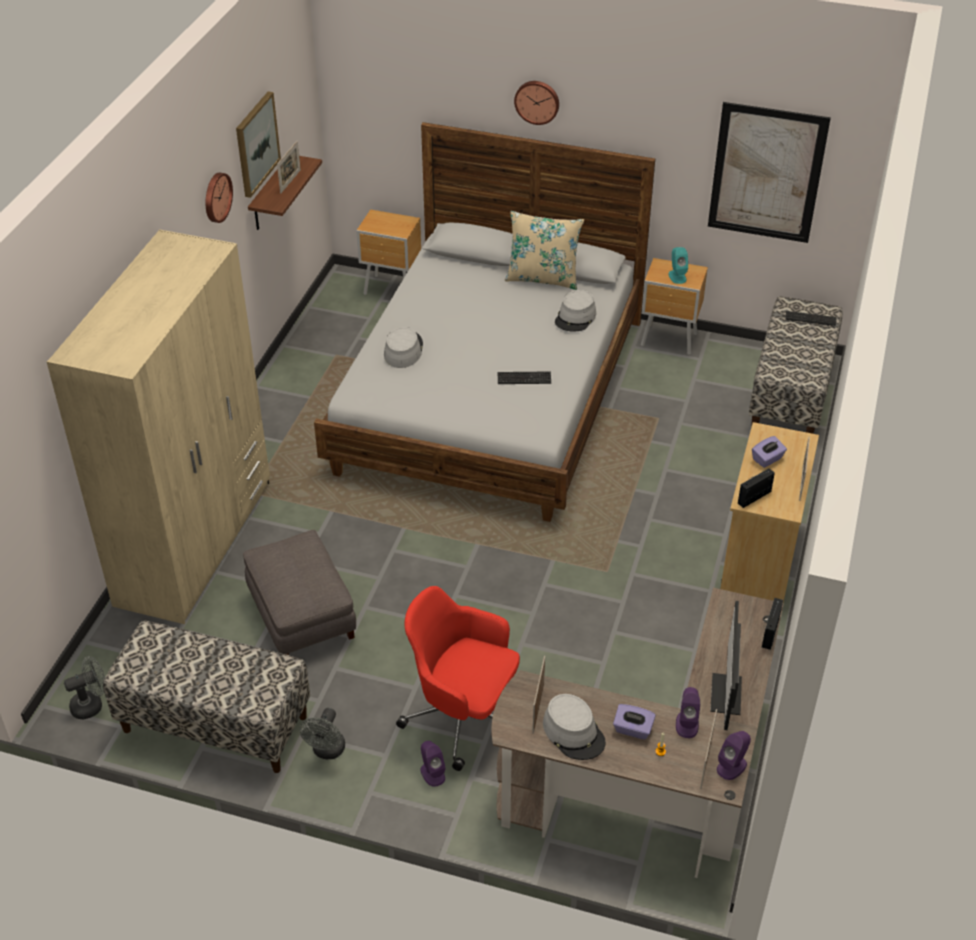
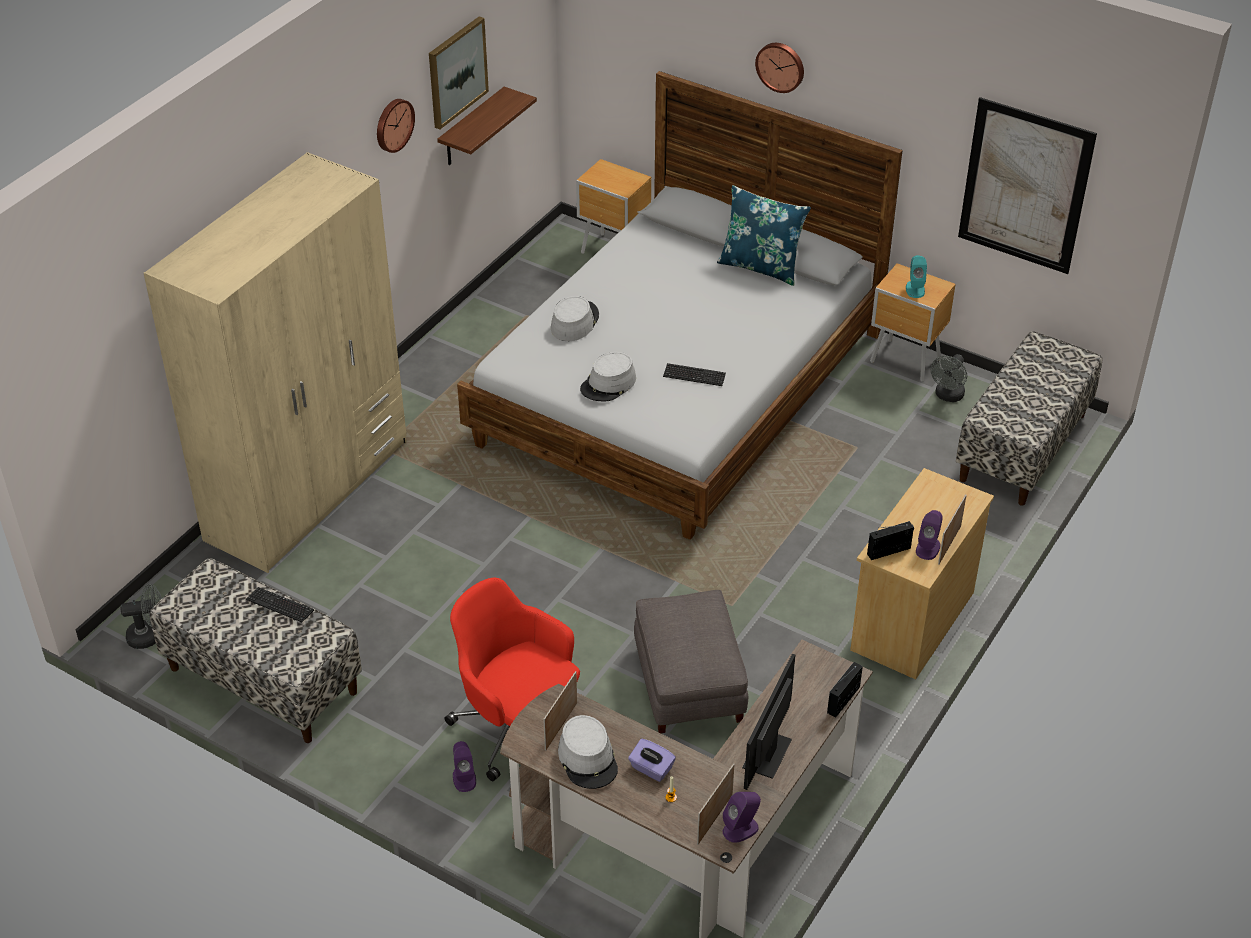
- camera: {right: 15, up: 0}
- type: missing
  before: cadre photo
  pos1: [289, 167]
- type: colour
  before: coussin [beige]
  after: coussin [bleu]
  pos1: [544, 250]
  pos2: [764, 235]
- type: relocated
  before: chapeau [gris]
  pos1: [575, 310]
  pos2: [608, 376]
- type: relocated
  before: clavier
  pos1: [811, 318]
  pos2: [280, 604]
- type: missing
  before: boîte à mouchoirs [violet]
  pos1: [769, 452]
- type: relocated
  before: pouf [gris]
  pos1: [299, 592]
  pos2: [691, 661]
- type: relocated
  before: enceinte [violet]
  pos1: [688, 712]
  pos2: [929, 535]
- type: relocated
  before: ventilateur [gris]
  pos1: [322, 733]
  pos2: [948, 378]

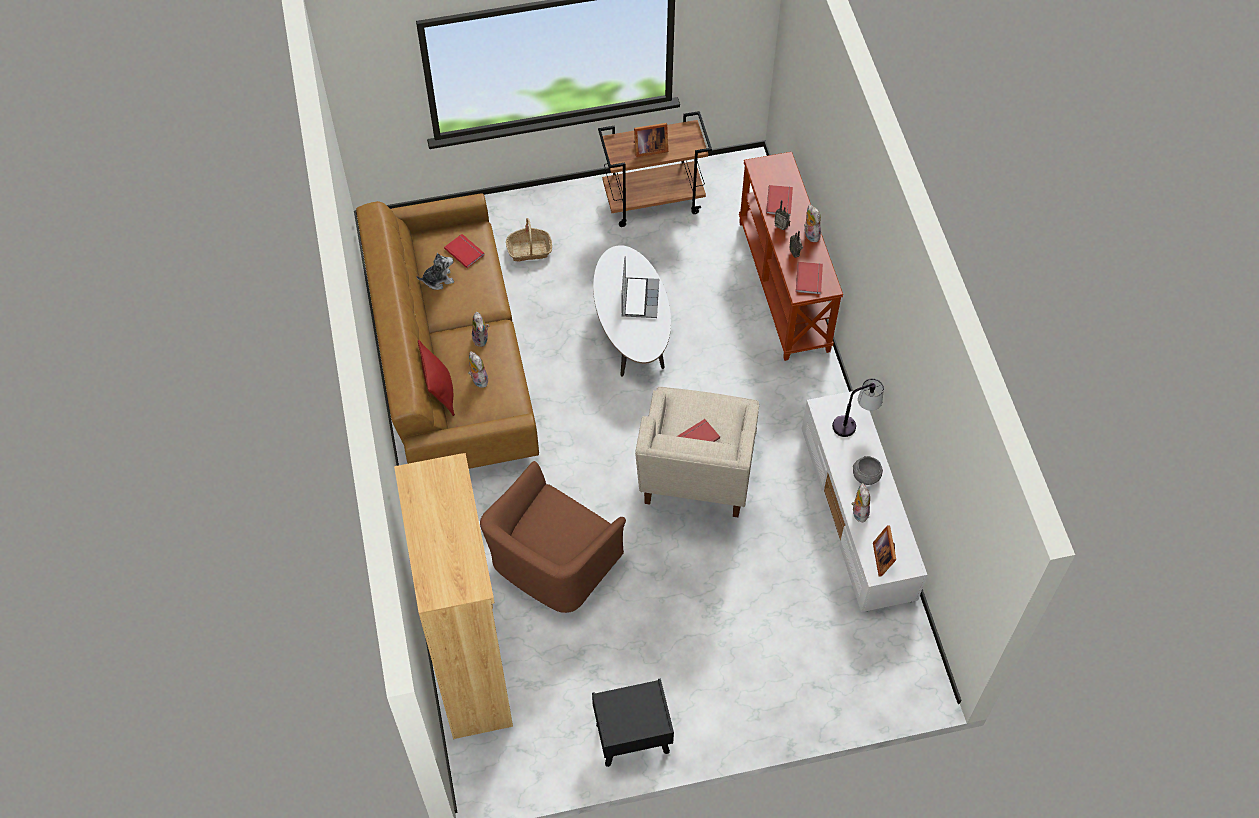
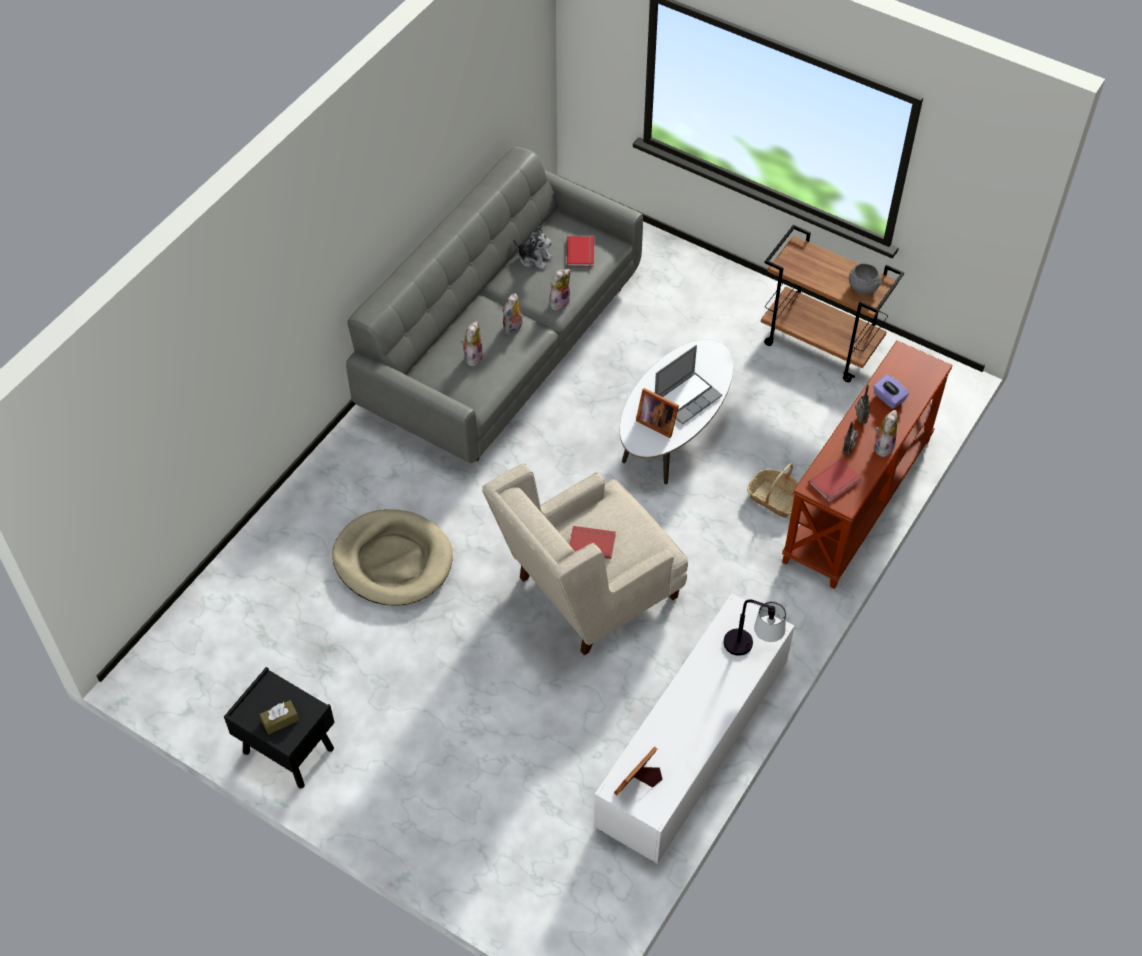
- camera: {right: 45, up: -5}
- type: relocated
  before: cadre photo
  pos1: [651, 140]
  pos2: [657, 413]
- type: exchanged
  before: livre [rouge]
  after: boîte à mouchoirs [violet]
  pos1: [779, 200]
  pos2: [891, 391]
- type: colour
  before: canapé [marron]
  after: canapé [gris]
  pos1: [447, 331]
  pos2: [494, 305]
- type: relocated
  before: panier
  pos1: [529, 239]
  pos2: [772, 490]
- type: missing
  before: coussin [rouge]
  pos1: [436, 378]
- type: missing
  before: bibliothèque [marron]
  pos1: [453, 596]
- type: relocated
  before: bol [gris]
  pos1: [868, 470]
  pos2: [865, 279]
- type: exchanged
  before: fauteuil [marron]
  after: panier pour chien [beige]
  pos1: [553, 537]
  pos2: [392, 557]
- type: relocated
  before: peluche
  pos1: [861, 502]
  pos2: [560, 289]
- type: appeared
  after: boîte à mouchoirs [marron]
  pos2: [279, 717]

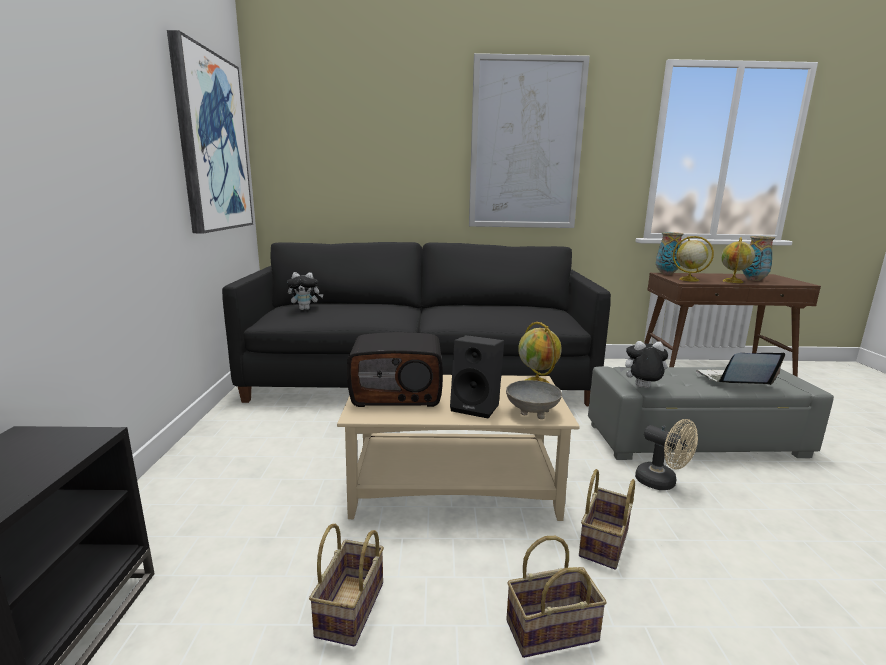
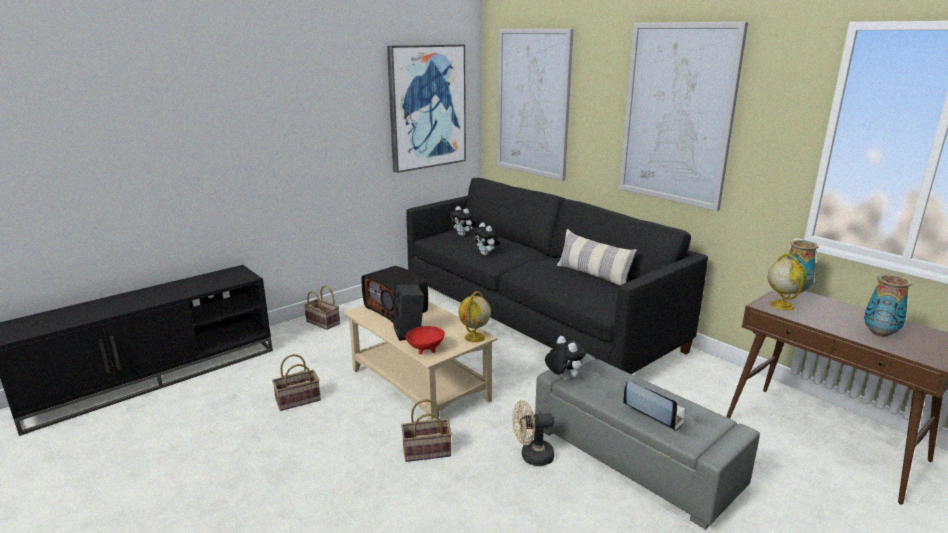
- camera: {right: 50, up: 5}
- type: missing
  before: globe
  pos1: [738, 260]
- type: colour
  before: bol [gris]
  after: bol [rouge]
  pos1: [534, 399]
  pos2: [425, 340]
- type: spun
  before: ventilateur [beige]
  pos1: [666, 454]
  pos2: [533, 433]
  turn: 75
- type: relocated
  before: panier
  pos1: [556, 597]
  pos2: [322, 308]
- type: appeared
  after: tableau
  pos2: [535, 105]
- type: appeared
  after: peluche
  pos2: [486, 239]
- type: appeared
  after: coussin
  pos2: [597, 257]

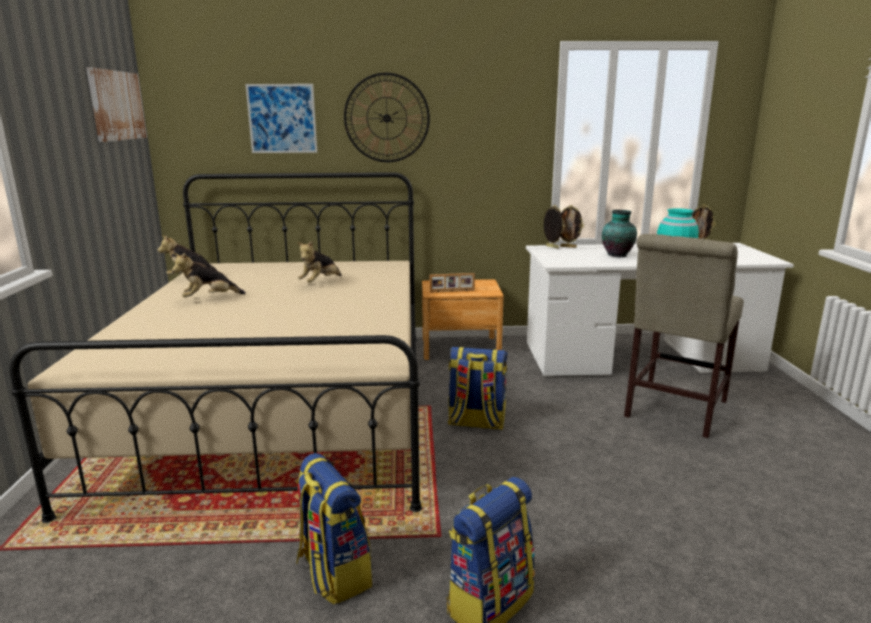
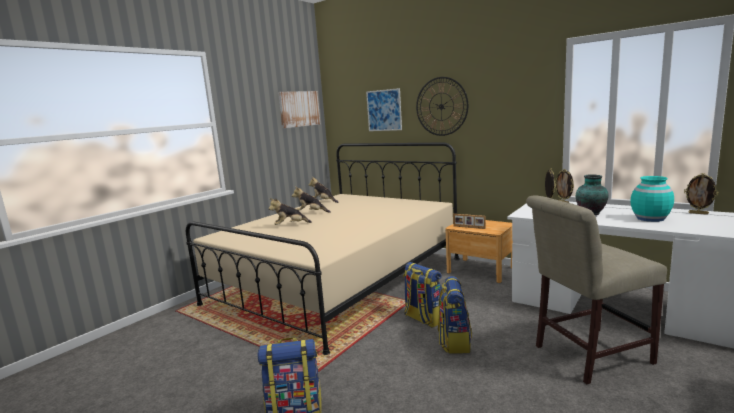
- camera: {right: 40, up: -5}
- type: relocated
  before: peluche
  pos1: [319, 262]
  pos2: [290, 211]
- type: relocated
  before: sac à dos
  pos1: [334, 529]
  pos2: [455, 315]

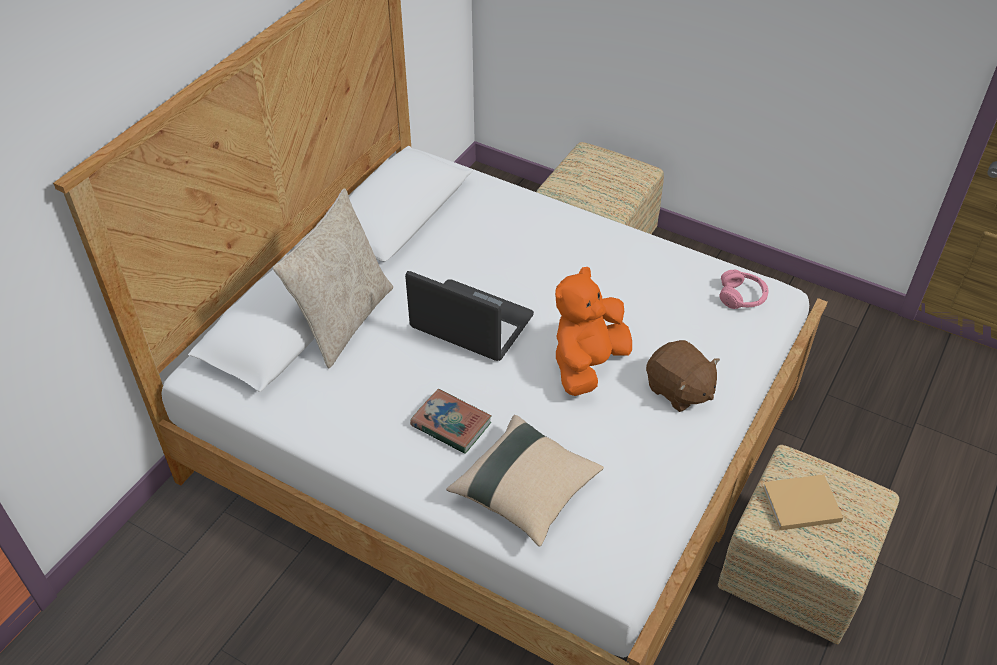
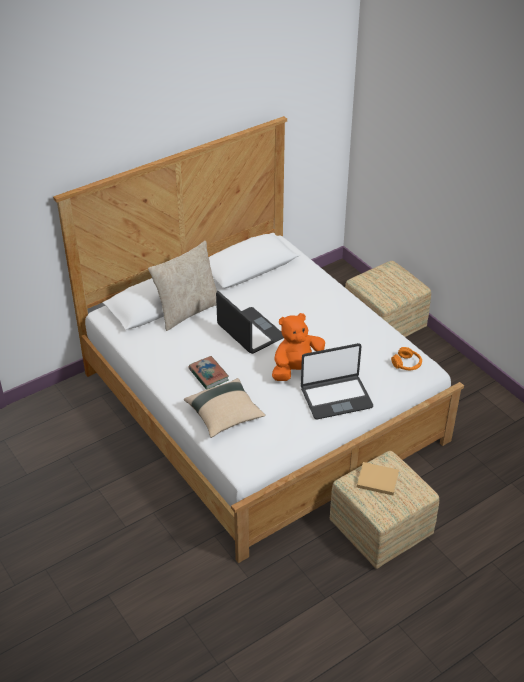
- camera: {right: 25, up: -5}
- type: colour
  before: casque audio [rose]
  after: casque audio [orange]
  pos1: [744, 289]
  pos2: [406, 358]
- type: exchanged
  before: peluche [marron]
  after: ordinateur portable
  pos1: [683, 376]
  pos2: [337, 381]

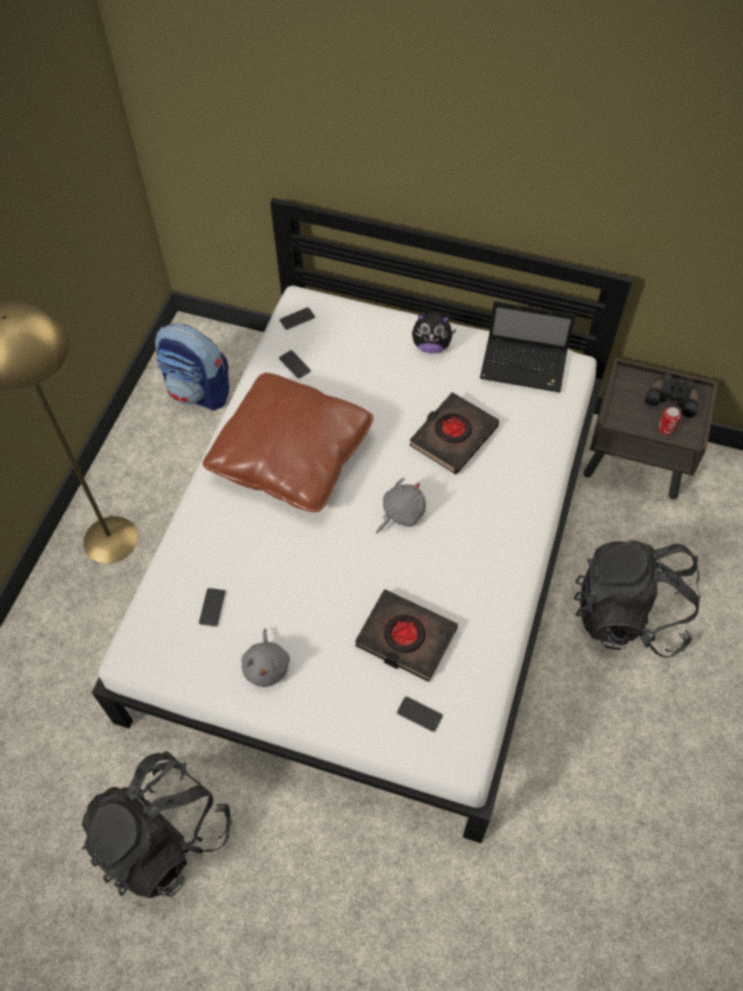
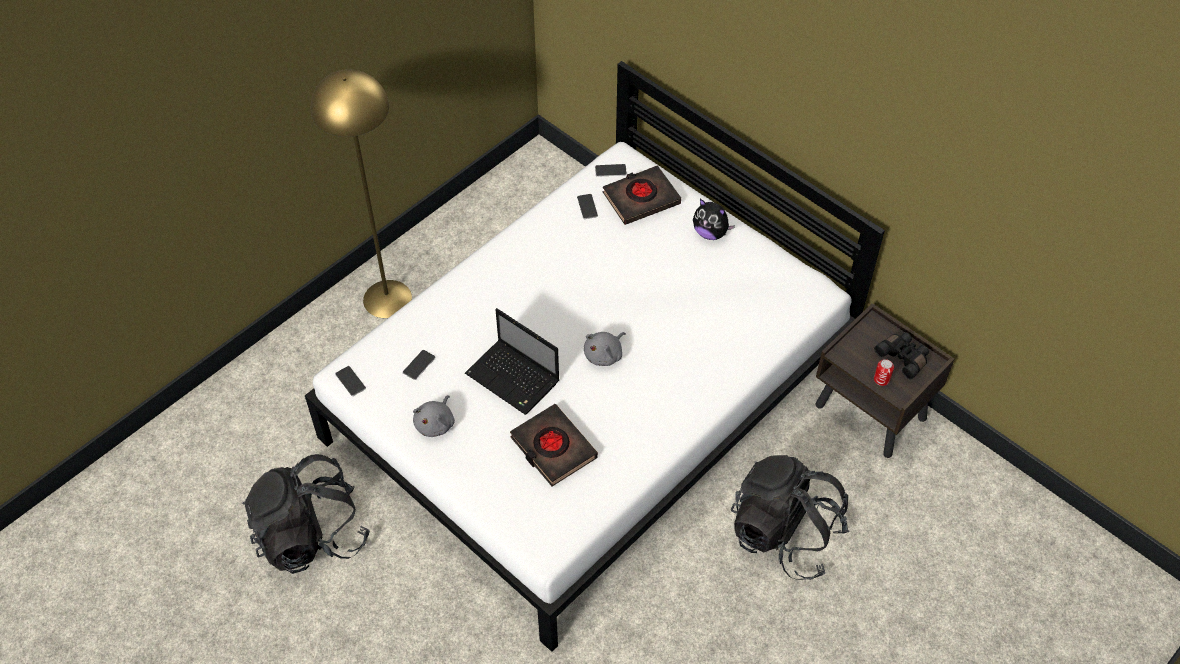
- camera: {right: 25, up: -5}
- type: relocated
  before: ordinateur portable
  pos1: [528, 347]
  pos2: [512, 361]
- type: missing
  before: sac à dos
  pos1: [192, 366]
- type: missing
  before: coussin [marron]
  pos1: [288, 442]
- type: relocated
  before: livre [noir]
  pos1: [454, 433]
  pos2: [641, 195]
- type: spun
  before: peluche [gris]
  pos1: [401, 506]
  pos2: [605, 349]
  turn: 150
- type: relocated
  before: téléphone
  pos1: [420, 714]
  pos2: [350, 381]

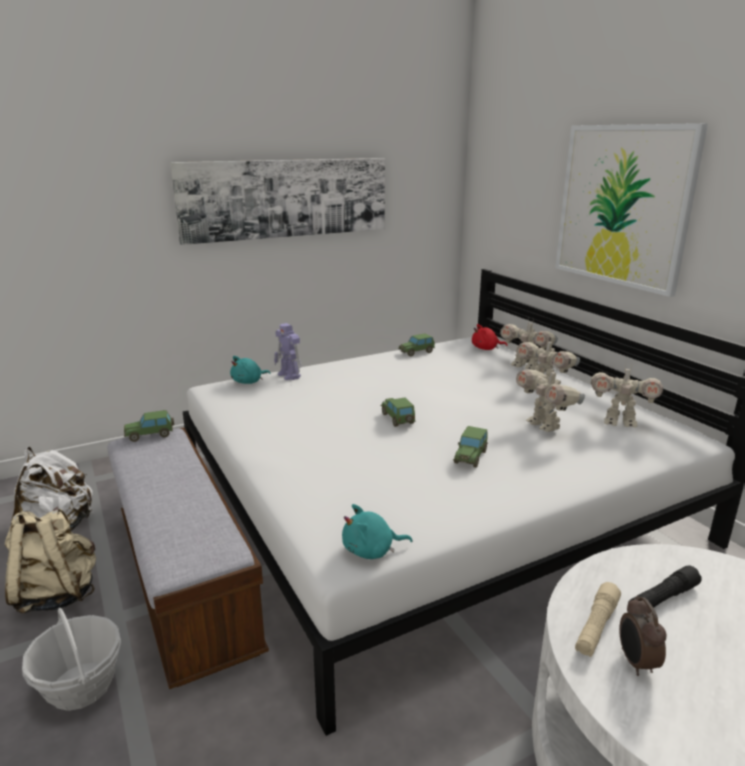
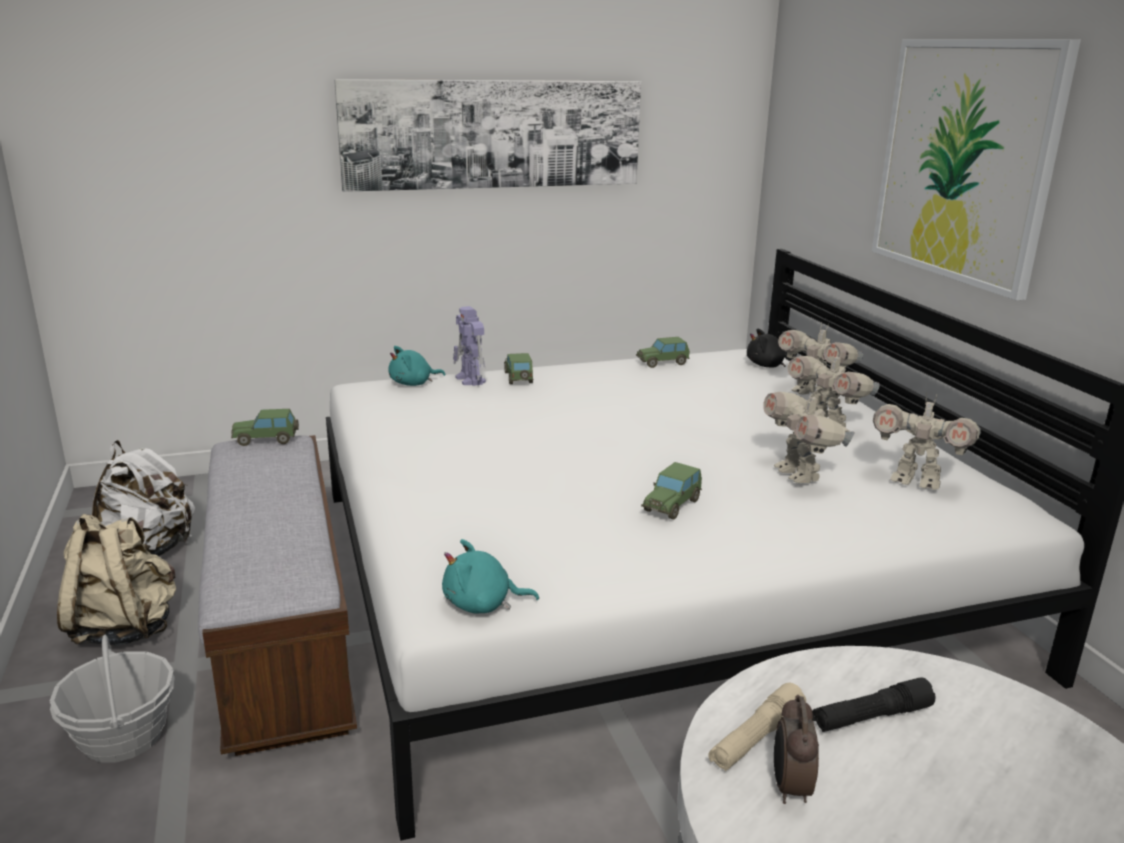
- camera: {right: 10, up: 0}
- type: colour
  before: peluche [rouge]
  after: peluche [noir]
  pos1: [489, 337]
  pos2: [770, 348]
- type: relocated
  before: petite voiture
  pos1: [398, 412]
  pos2: [518, 368]

